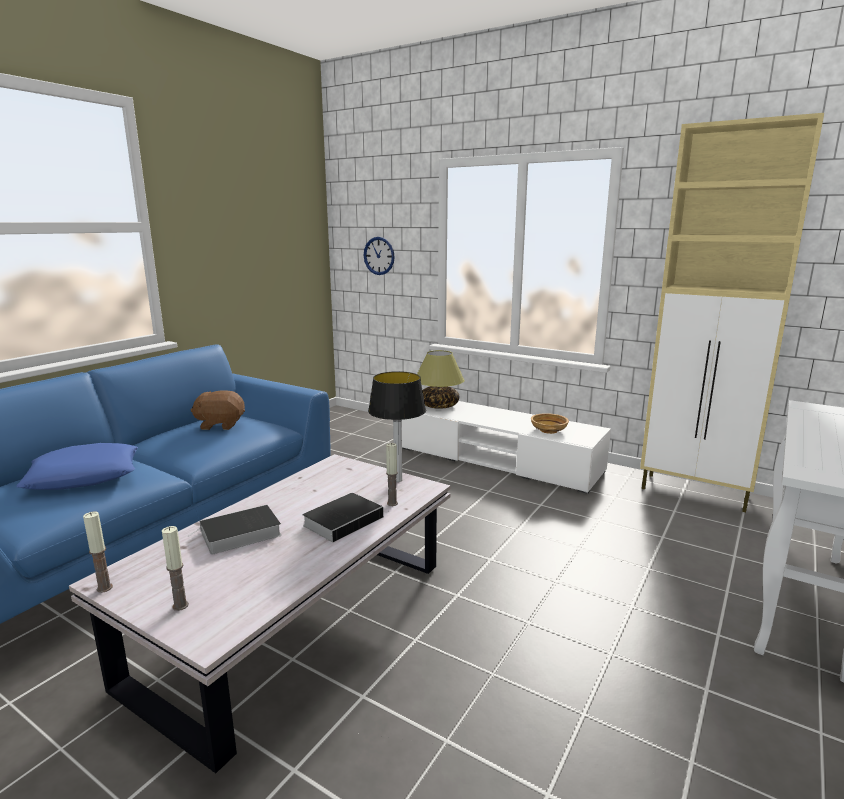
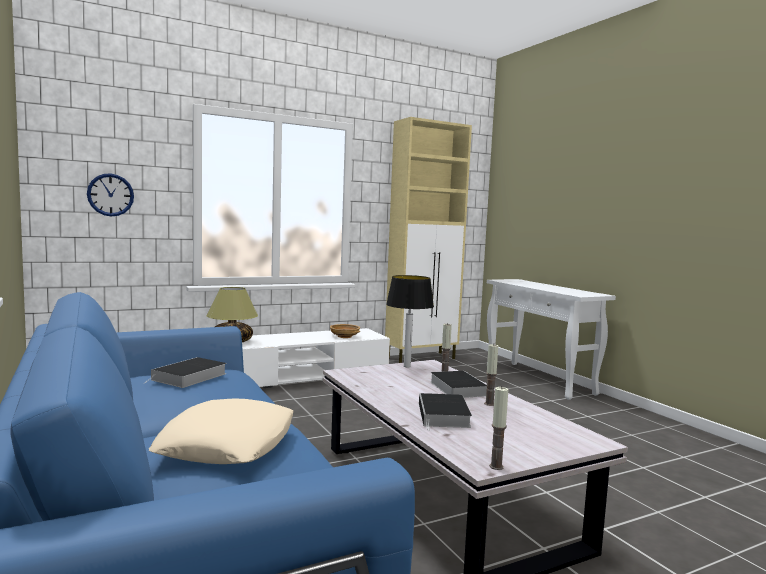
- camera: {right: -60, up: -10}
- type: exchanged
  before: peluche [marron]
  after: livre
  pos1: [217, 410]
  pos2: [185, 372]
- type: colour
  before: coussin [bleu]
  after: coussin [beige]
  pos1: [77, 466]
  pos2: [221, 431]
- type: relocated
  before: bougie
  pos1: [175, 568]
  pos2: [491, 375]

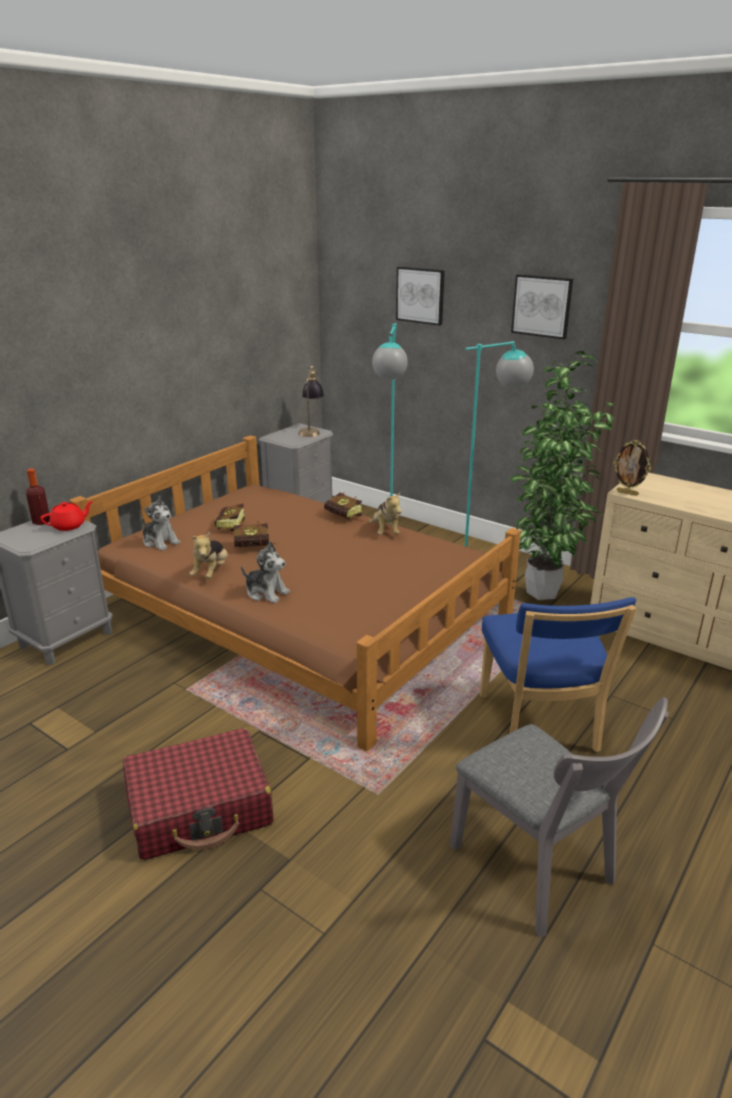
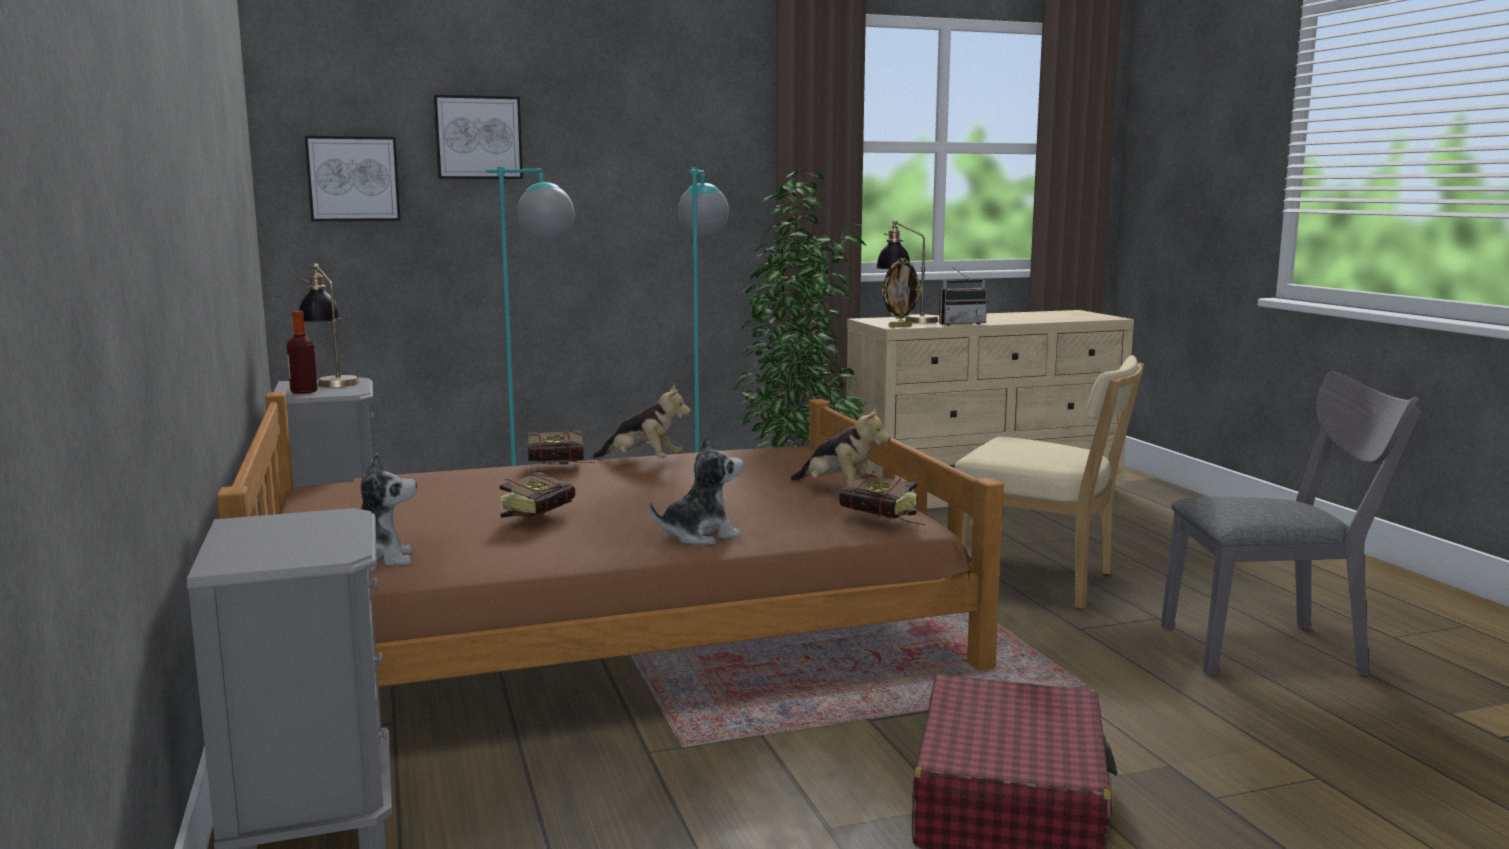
- camera: {right: -55, up: -15}
- type: relocated
  before: tableau
  pos1: [542, 306]
  pos2: [353, 178]
- type: relocated
  before: bouteille
  pos1: [38, 496]
  pos2: [302, 352]
- type: missing
  before: théière [rouge]
  pos1: [66, 516]
- type: relocated
  before: livre
  pos1: [229, 521]
  pos2: [883, 498]
- type: relocated
  before: peluche
  pos1: [208, 555]
  pos2: [841, 445]
- type: colour
  before: chaise [bleu]
  after: chaise [beige]
  pos1: [558, 674]
  pos2: [1049, 482]
- type: appeared
  after: lampe de table
  pos2: [907, 271]
- type: appeared
  after: radio
  pos2: [963, 296]

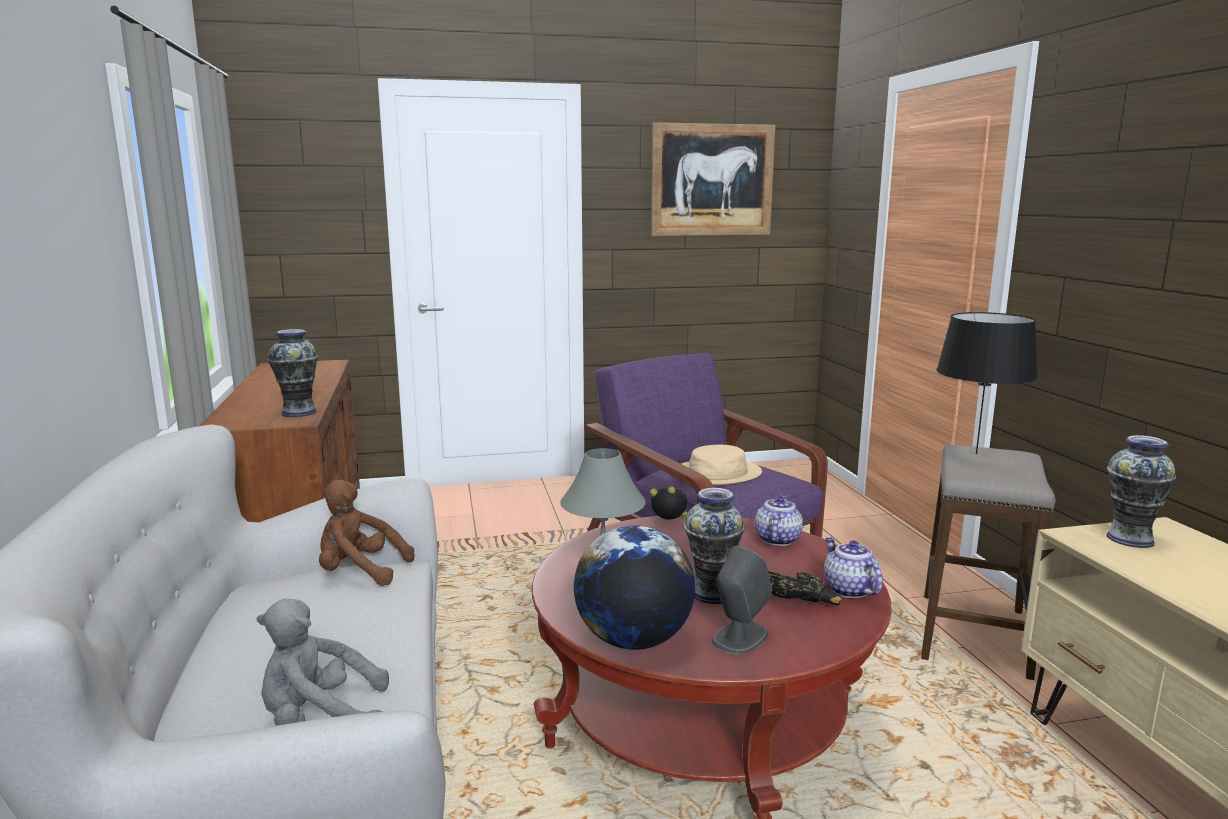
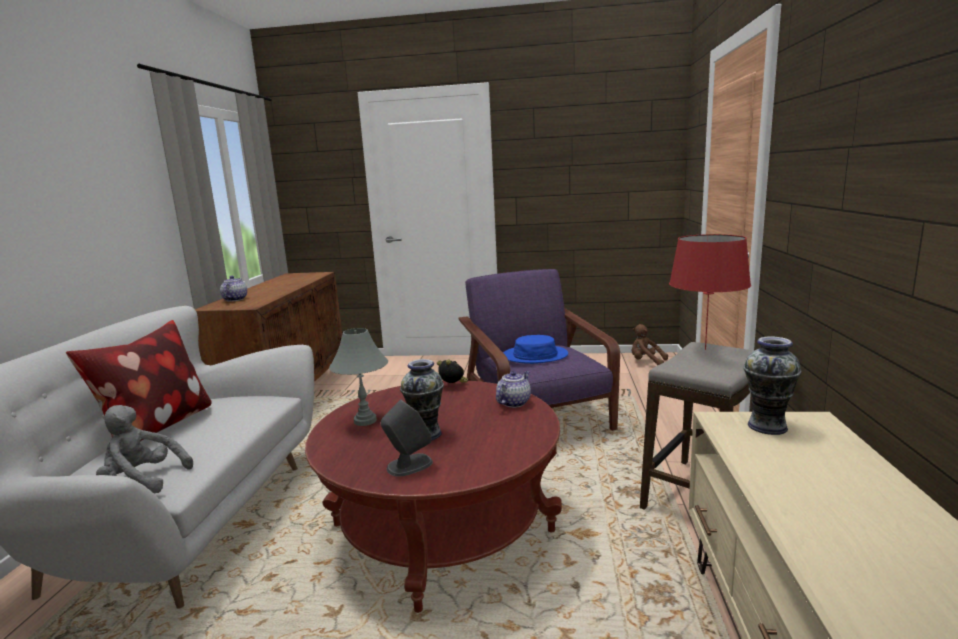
- camera: {right: 20, up: 0}
- type: missing
  before: tableau
  pos1: [713, 179]
- type: colour
  before: lampe de table [noir]
  after: lampe de table [rouge]
  pos1: [987, 383]
  pos2: [710, 292]
- type: missing
  before: vase
  pos1: [292, 373]
- type: colour
  before: chapeau [beige]
  after: chapeau [bleu]
  pos1: [722, 465]
  pos2: [536, 349]
- type: relocated
  before: peluche [marron]
  pos1: [367, 533]
  pos2: [649, 344]
- type: missing
  before: globe
  pos1: [634, 587]
- type: relocated
  before: théière
  pos1: [853, 568]
  pos2: [233, 288]
- type: missing
  before: bol [noir]
  pos1: [805, 588]
- type: appeared
  after: coussin
  pos2: [139, 380]

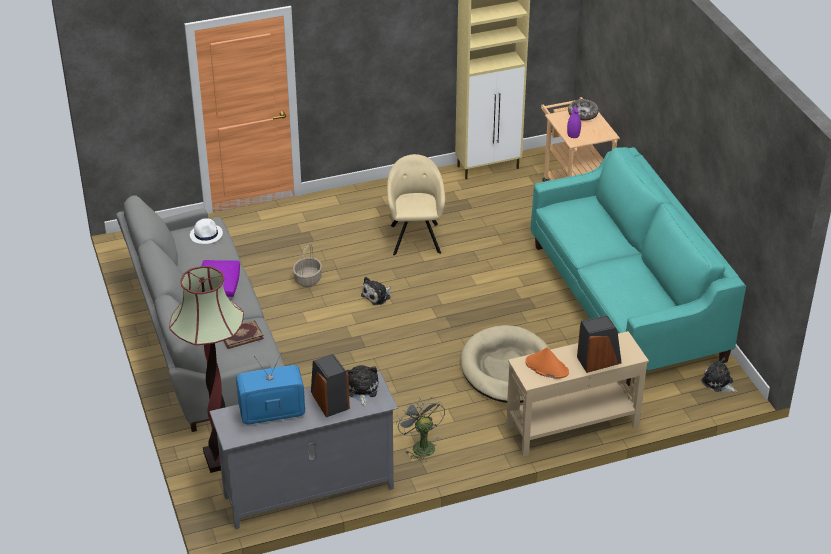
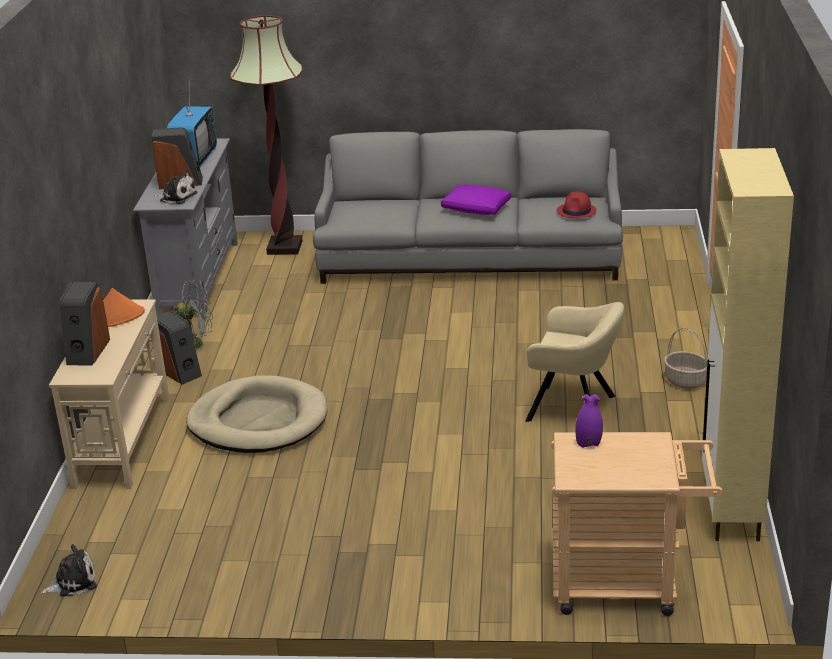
- camera: {right: 115, up: -10}
- type: missing
  before: bol
  pos1: [583, 110]
- type: missing
  before: canapé [turquoise]
  pos1: [638, 266]
- type: colour
  before: chapeau [blanc]
  after: chapeau [rouge]
  pos1: [206, 231]
  pos2: [577, 204]
- type: relocated
  before: panier
  pos1: [307, 265]
  pos2: [685, 358]
- type: missing
  before: peluche
  pos1: [376, 291]
- type: missing
  before: livre
  pos1: [244, 334]
- type: appeared
  after: enceinte
  pos2: [179, 347]

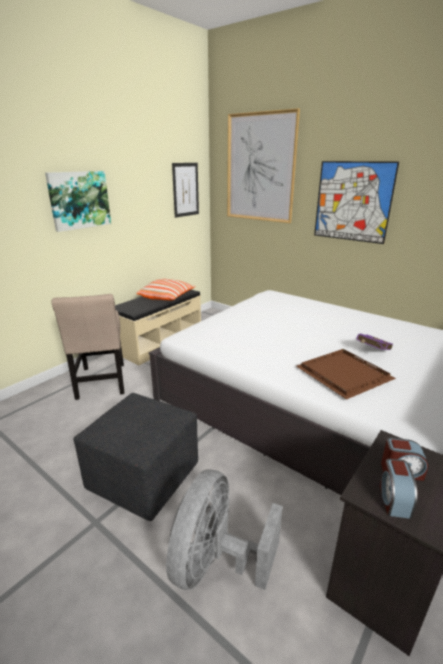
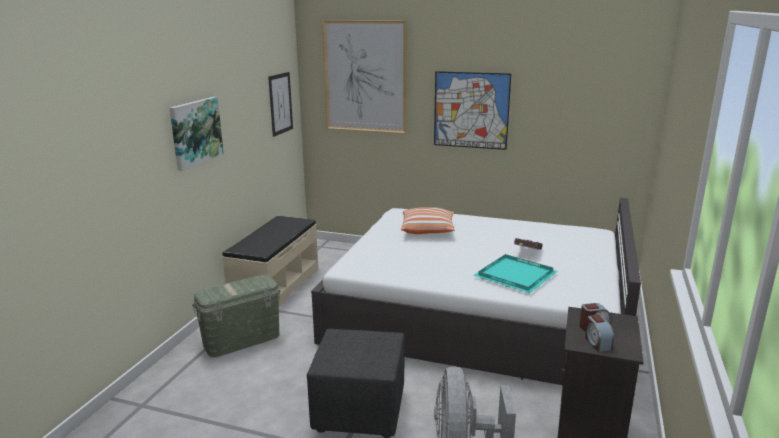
- camera: {right: -20, up: -5}
- type: relocated
  before: coussin
  pos1: [166, 289]
  pos2: [428, 220]
- type: exchanged
  before: chaise [beige]
  after: boîte de rangement [vert]
  pos1: [88, 347]
  pos2: [236, 316]
- type: colour
  before: plateau [marron]
  after: plateau [turquoise]
  pos1: [346, 374]
  pos2: [515, 273]

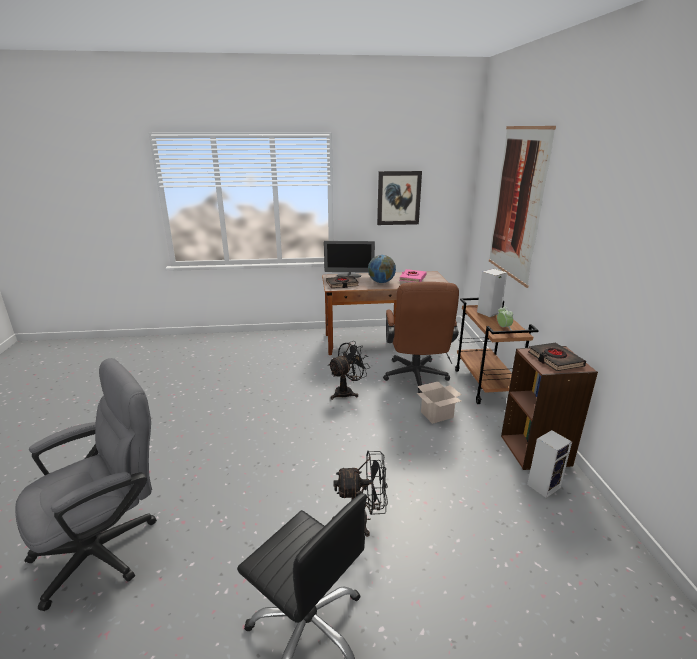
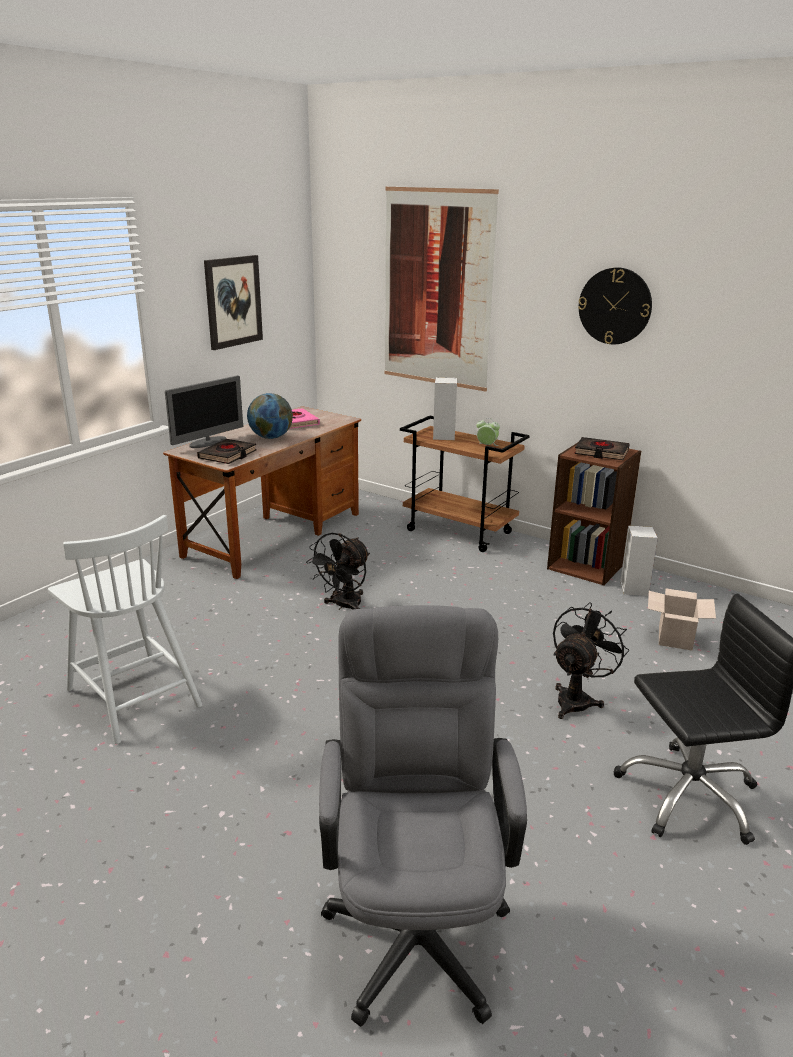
- camera: {right: -50, up: 0}
- type: missing
  before: chaise de bureau [marron]
  pos1: [421, 337]
- type: spun
  before: ventilateur [noir]
  pos1: [348, 370]
  pos2: [338, 571]
  turn: -150
- type: relocated
  before: carton
  pos1: [439, 402]
  pos2: [682, 619]
- type: appeared
  after: horloge murale
  pos2: [615, 305]
- type: appeared
  after: chaise [blanc]
  pos2: [125, 629]

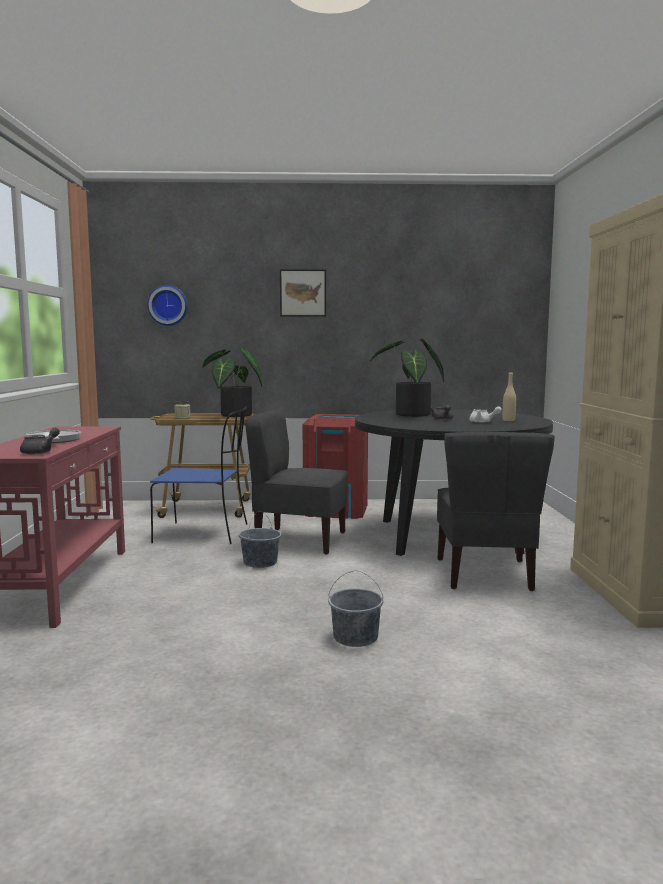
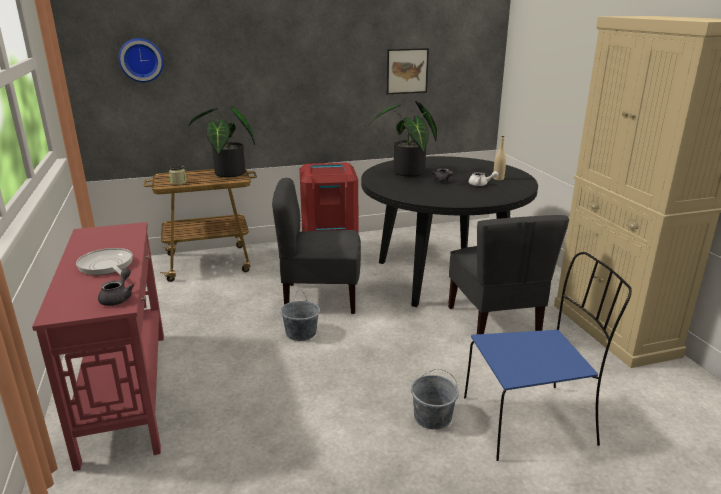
- camera: {right: -15, up: 15}
- type: relocated
  before: tableau
  pos1: [303, 293]
  pos2: [408, 71]
- type: relocated
  before: chaise [bleu]
  pos1: [198, 475]
  pos2: [548, 356]

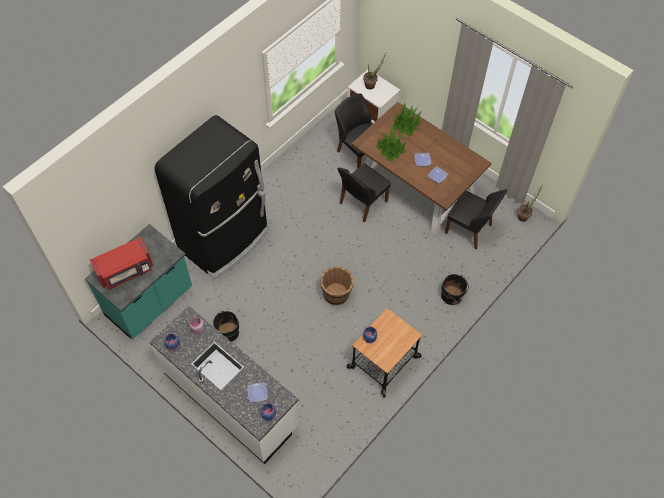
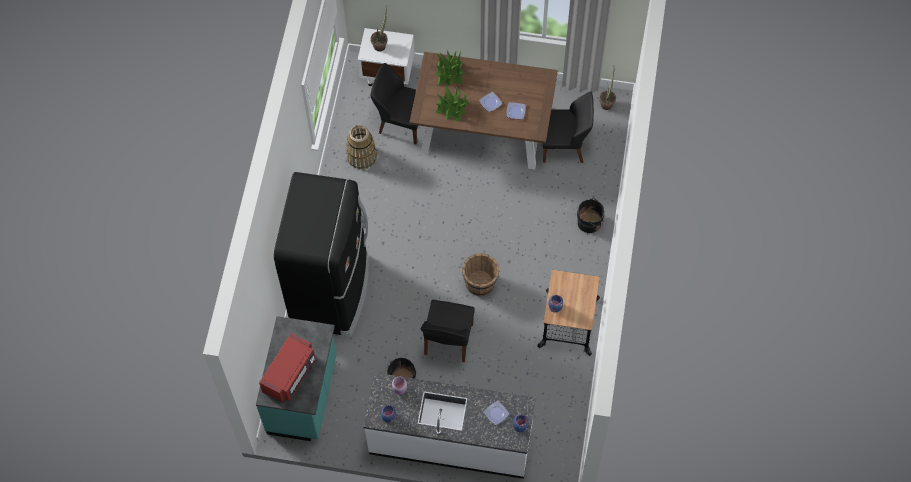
- camera: {right: -30, up: 5}
- type: relocated
  before: chaise [noir]
  pos1: [364, 192]
  pos2: [448, 331]
- type: appeared
  after: panier
  pos2: [361, 147]

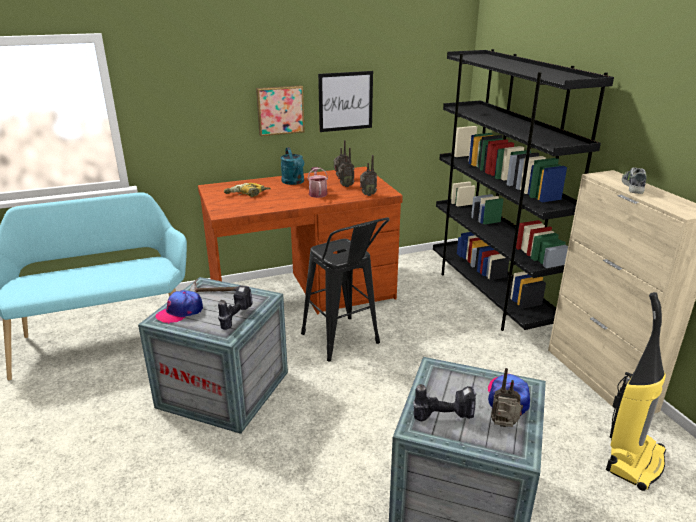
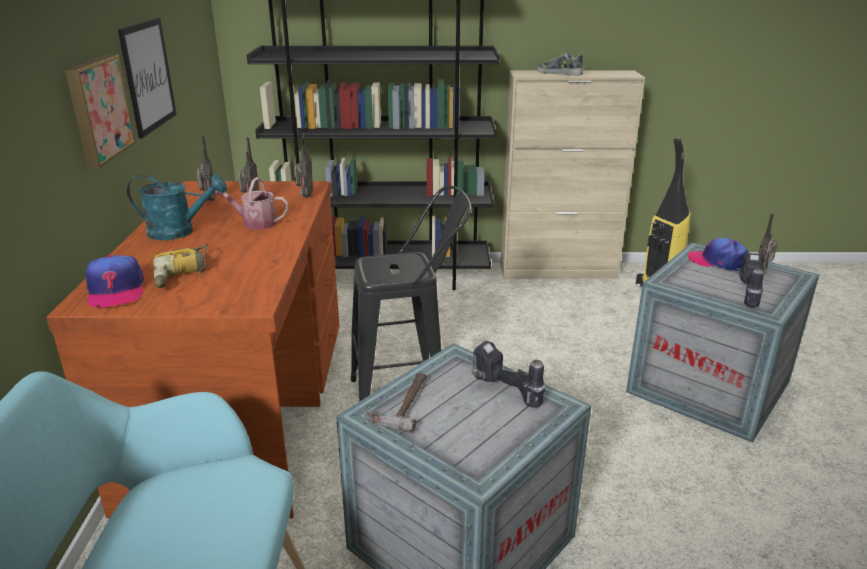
- camera: {right: -70, up: 0}
- type: relocated
  before: casquette
  pos1: [179, 307]
  pos2: [115, 281]

